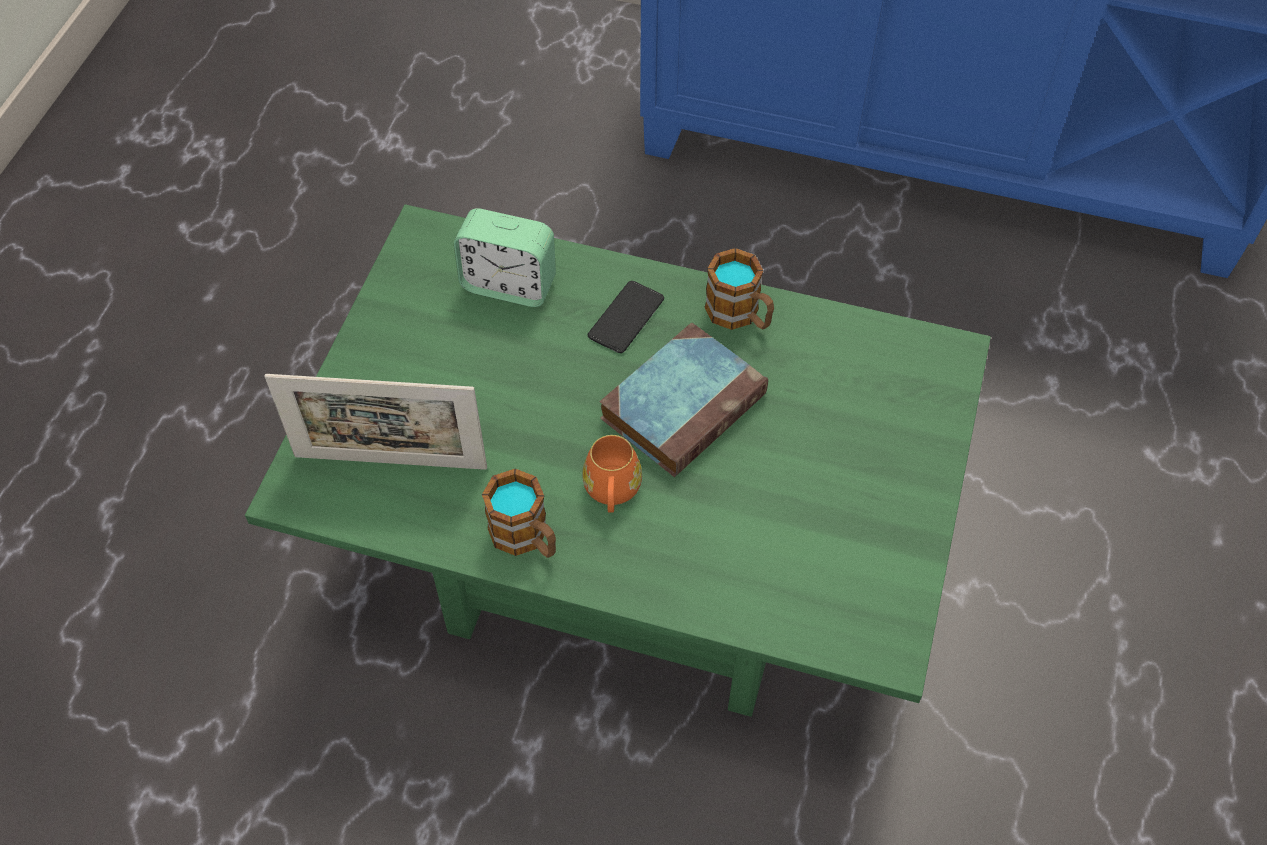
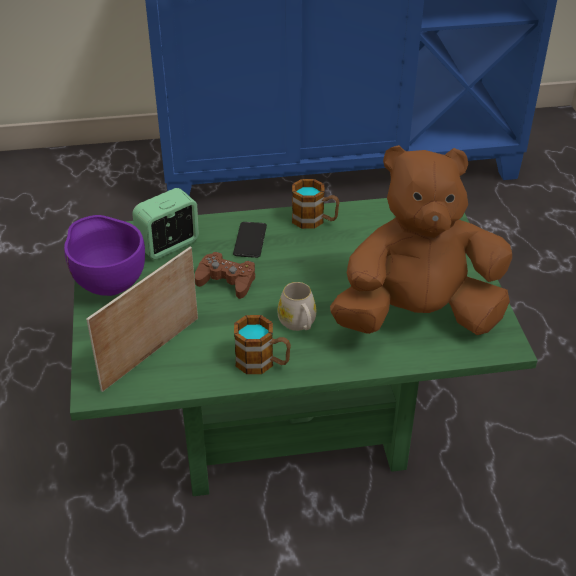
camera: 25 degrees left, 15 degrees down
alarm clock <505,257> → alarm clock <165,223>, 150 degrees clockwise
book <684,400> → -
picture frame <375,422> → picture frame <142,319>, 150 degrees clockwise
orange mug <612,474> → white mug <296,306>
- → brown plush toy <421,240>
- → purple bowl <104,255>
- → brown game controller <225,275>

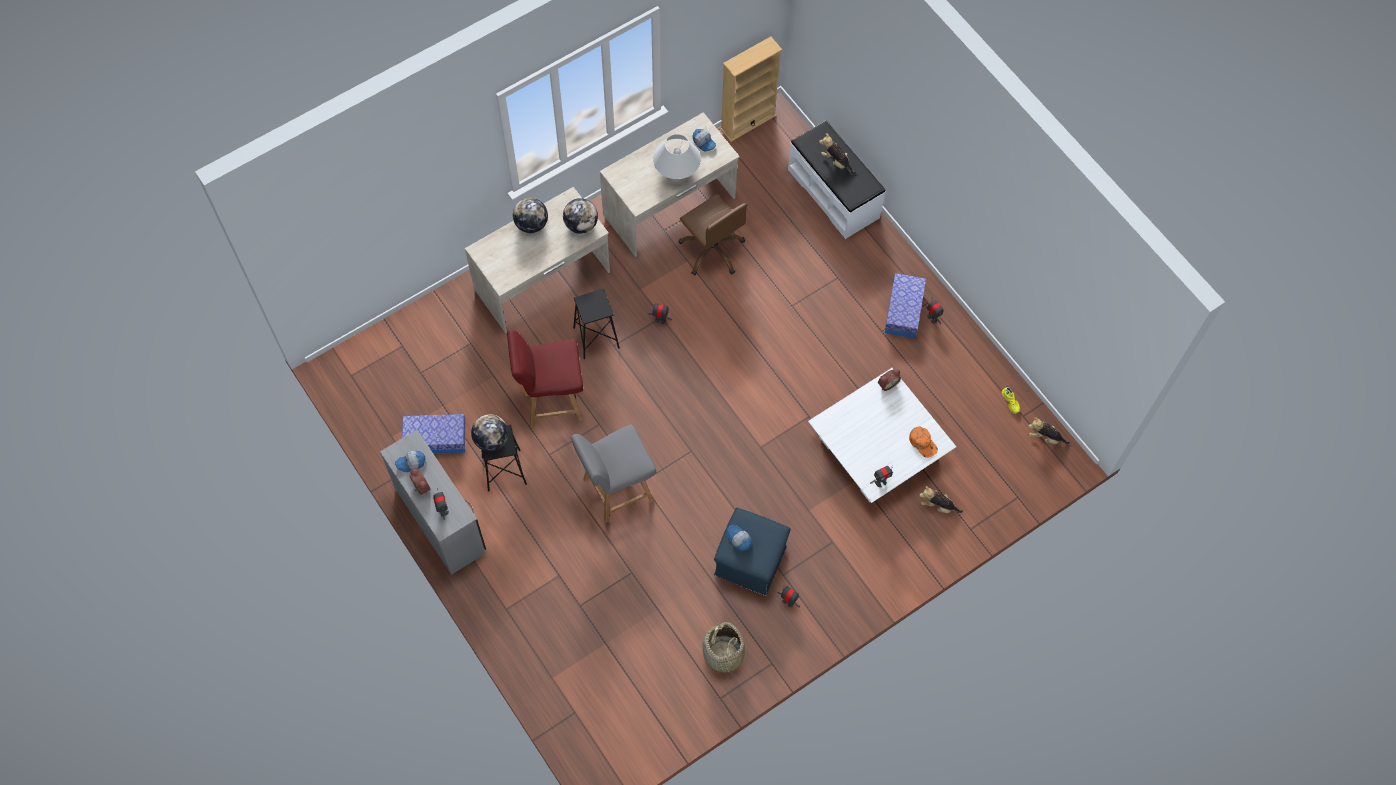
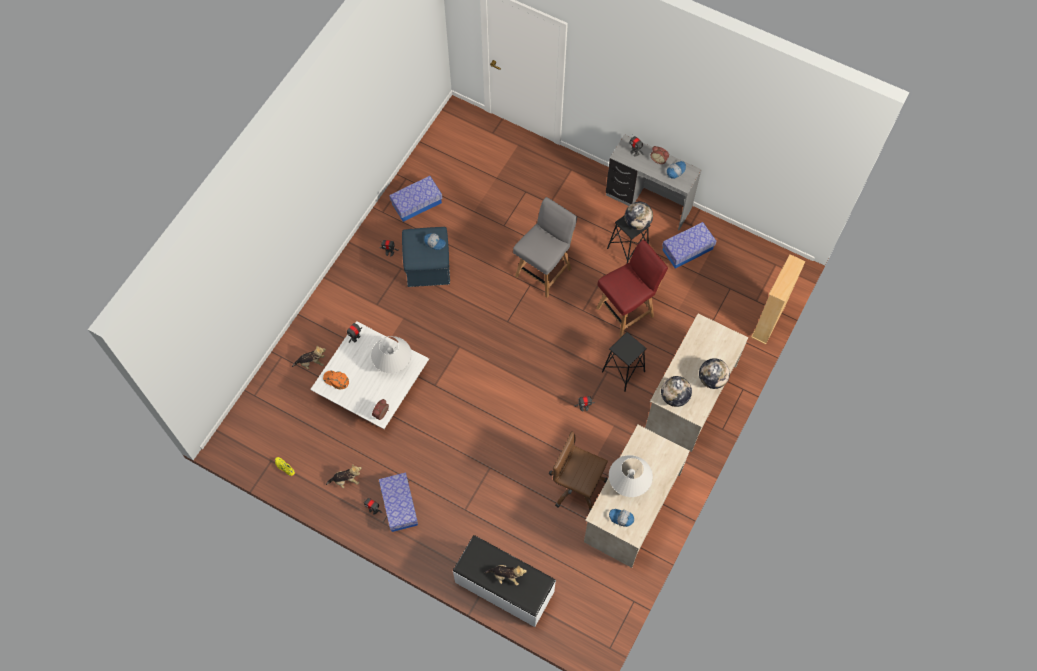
camera: 155 degrees right, 0 degrees up
beige bookcase <751,89> → beige bookcase <778,299>, move
plush toy <1049,430> → plush toy <344,476>, move
basket <723,648> → storage box <415,199>
- → white table lamp <391,354>

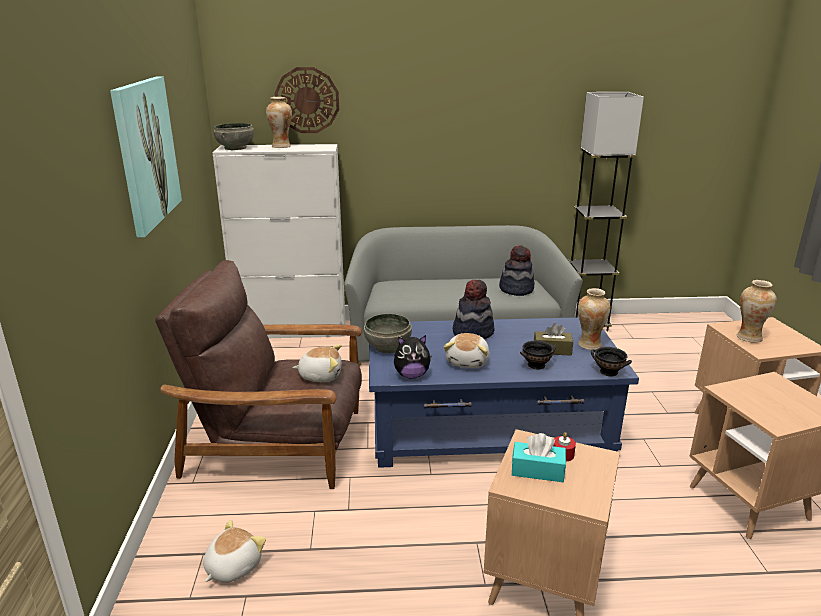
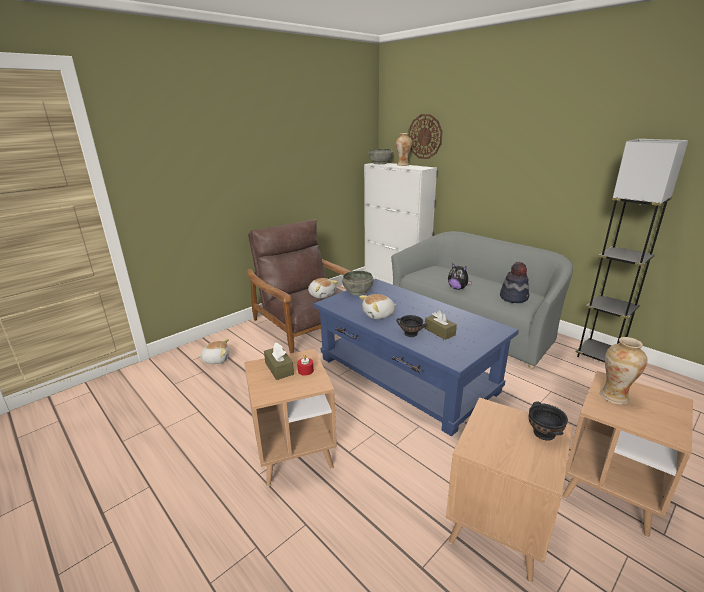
camera: 50 degrees right, 0 degrees up
picture <146,156> → -
hat <474,309> → -
vase <594,319> → -
plush toy <413,357> → plush toy <460,276>, move
black bowl <611,361> → black bowl <548,421>, move
turquoise tissue box <539,457> → brown tissue box <279,361>

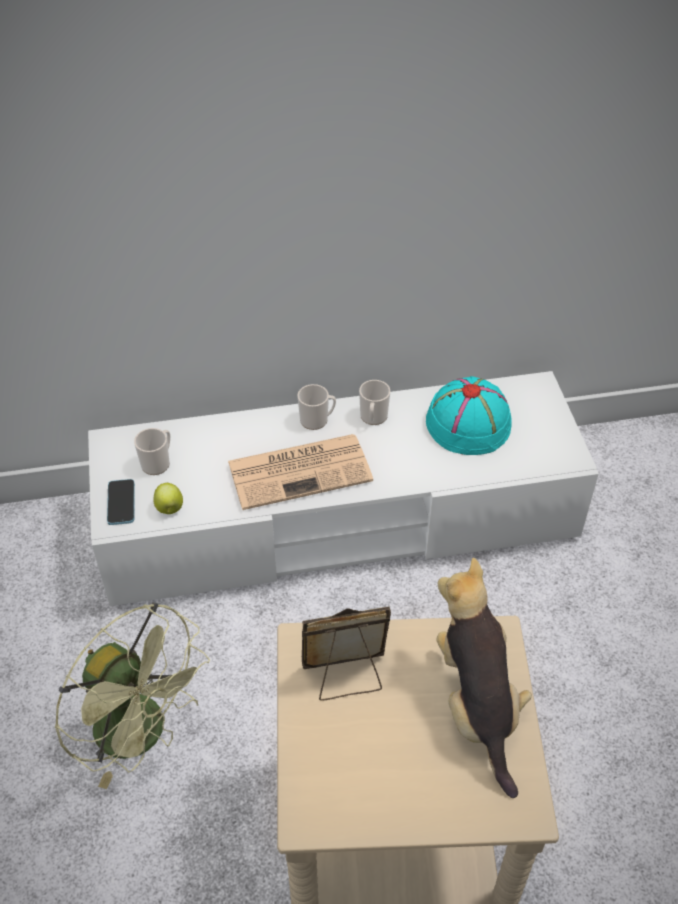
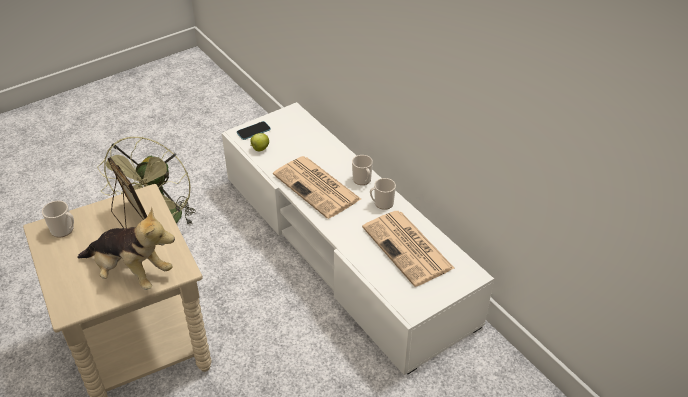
camera: 65 degrees right, 5 degrees down
turquoise hat <469,415> → newspaper <408,249>
mug <152,451> → mug <58,219>, move
plush toy <484,678> → plush toy <126,248>, 60 degrees clockwise

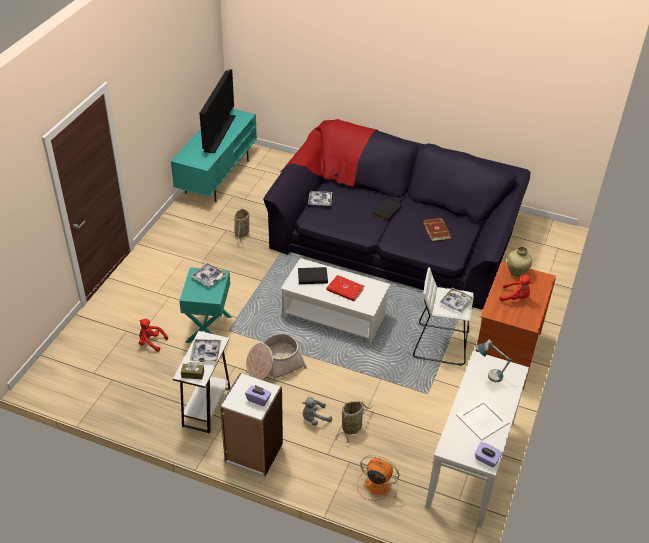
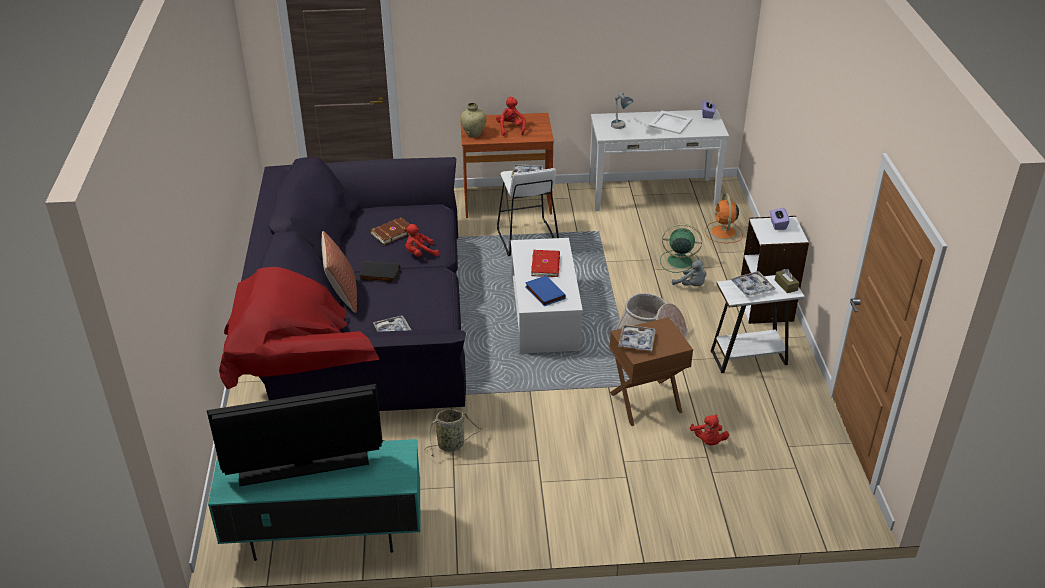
camera: 115 degrees left, 5 degrees down
turquoise side table <205,305> → brown side table <651,371>
black book <313,275> → blue book <545,290>
basket <354,422> → green fan <681,248>
- → red plush toy <421,240>
- → pillow <339,272>

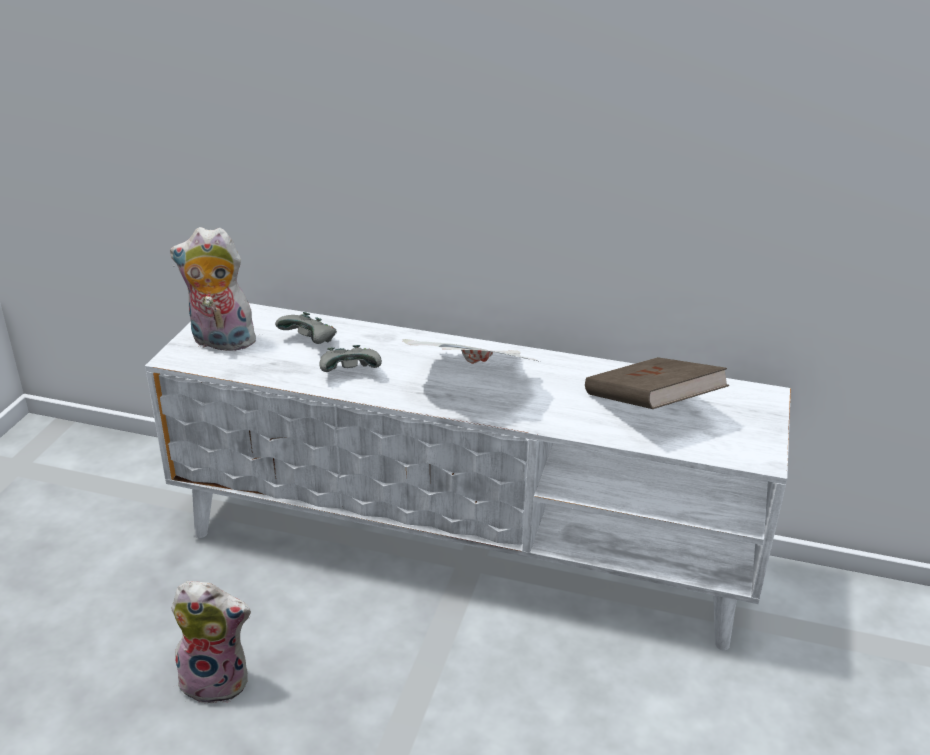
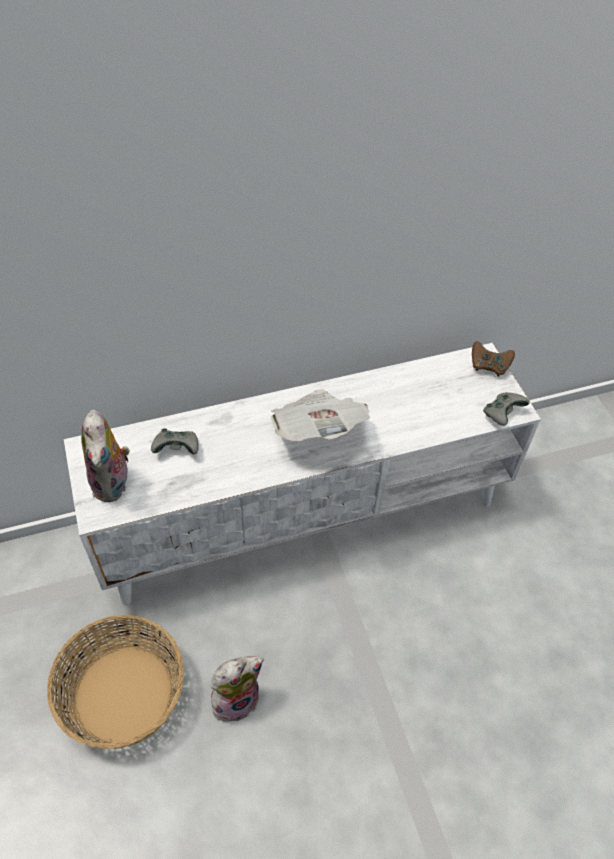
camera: 35 degrees left, 20 degrees up
plush toy <214,289> → plush toy <106,456>, 75 degrees counterclockwise
grey game controller <351,358> → grey game controller <506,409>, move
brown book <657,383> → -
- → brown game controller <493,358>
- → basket <115,682>

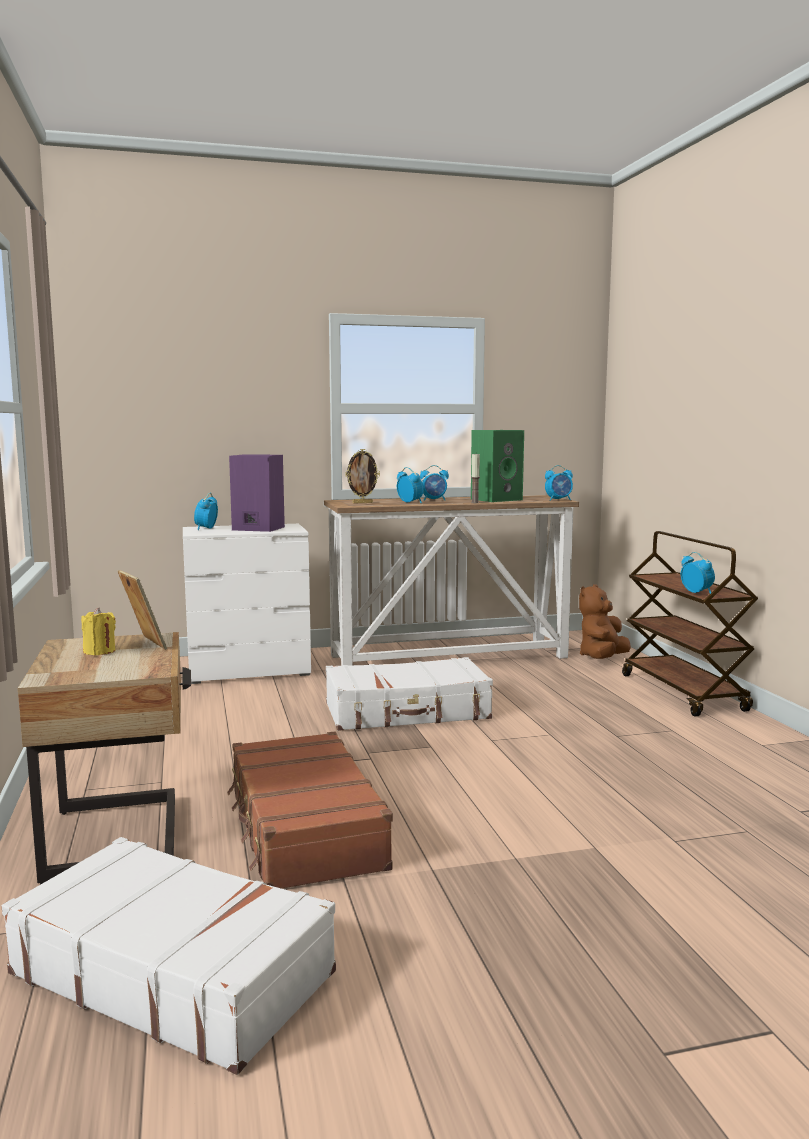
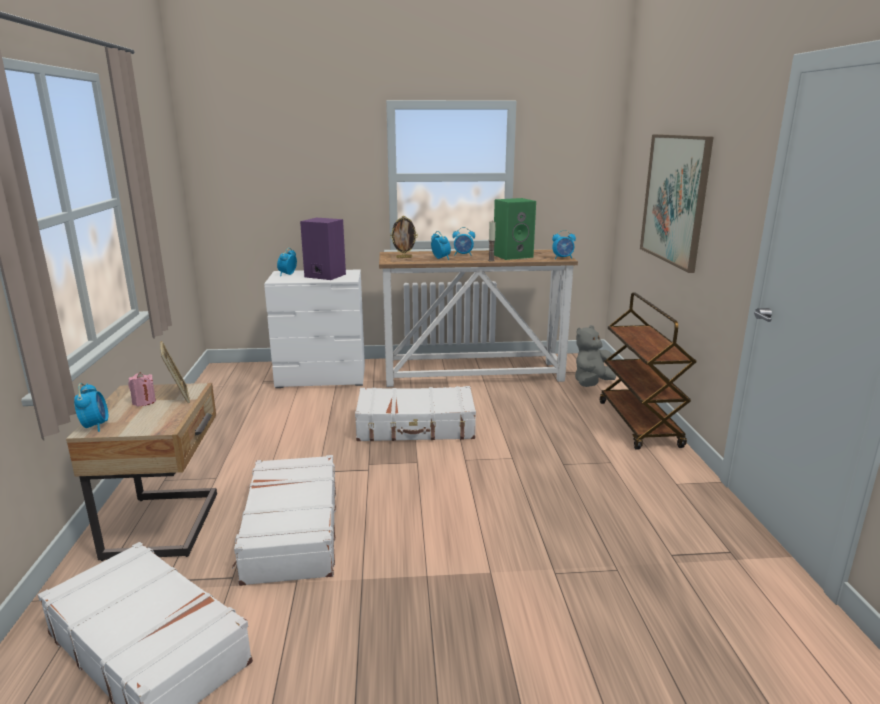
camera: 10 degrees right, 10 degrees up
alarm clock <698,573> → alarm clock <91,407>, move
brown plush toy <605,621> → grey plush toy <595,356>
yellow candle <98,632> → pink candle <142,389>
brown suitcase <310,810> → white suitcase <284,520>
- → picture <677,203>

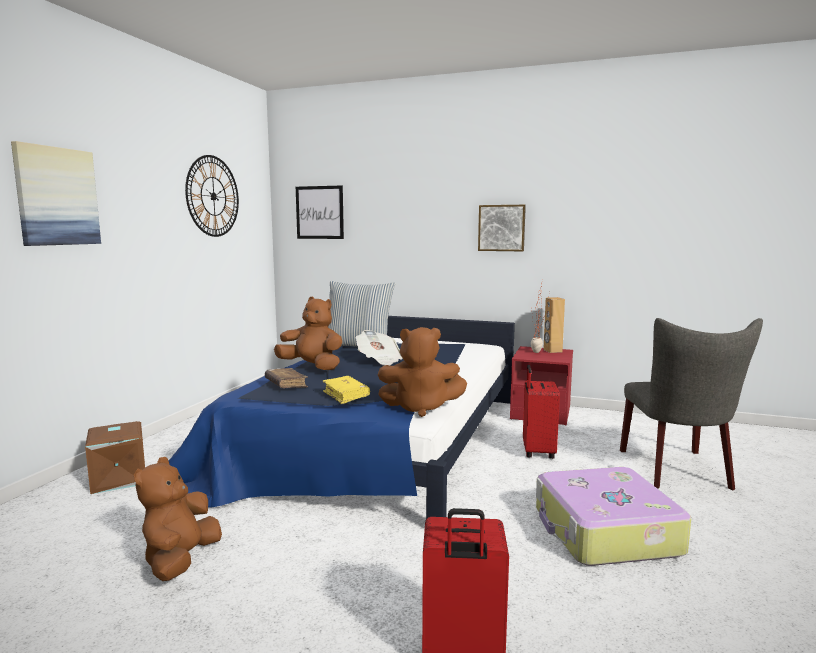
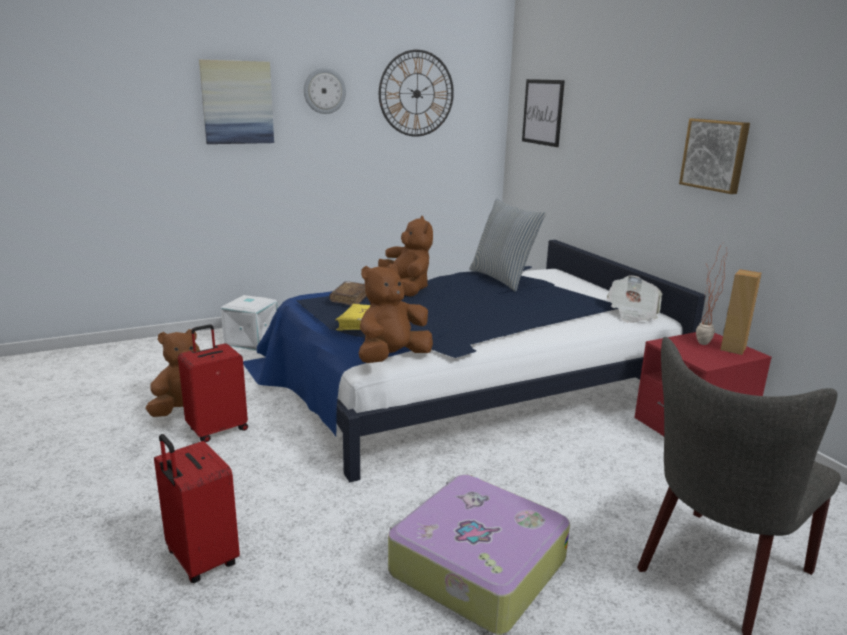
camera: 45 degrees right, 10 degrees up
brown plush toy <422,372> → brown plush toy <396,313>, 90 degrees clockwise
newspaper <379,348> → newspaper <634,299>, move
red suitcase <541,412> → red suitcase <213,383>, move
brown storage box <115,457> → white storage box <249,322>
- → wall clock <325,91>

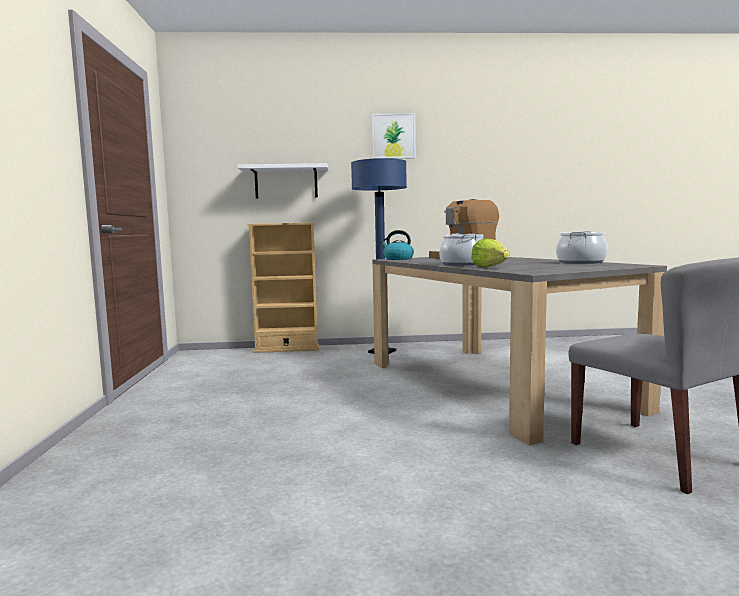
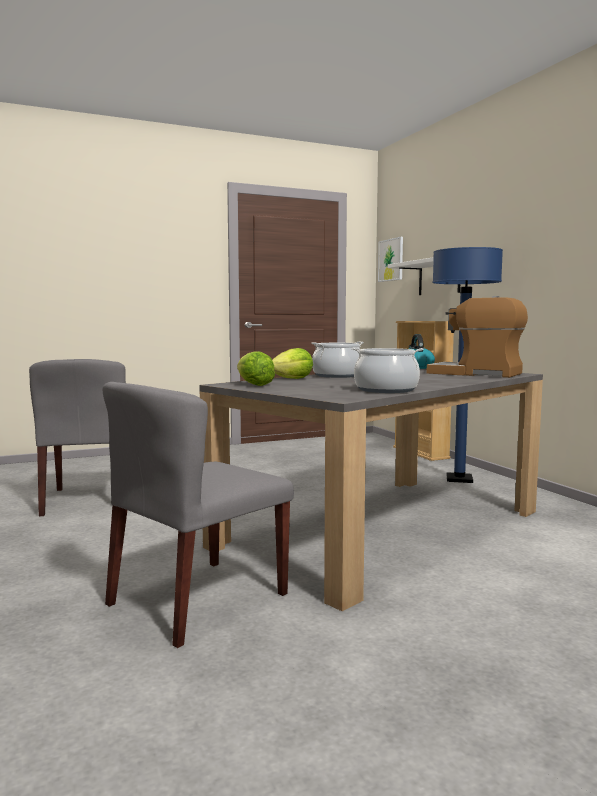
camera: 70 degrees right, 0 degrees up
picture <394,136> → picture <390,259>, move
- → lettuce <256,368>
- → grey chair <77,437>

